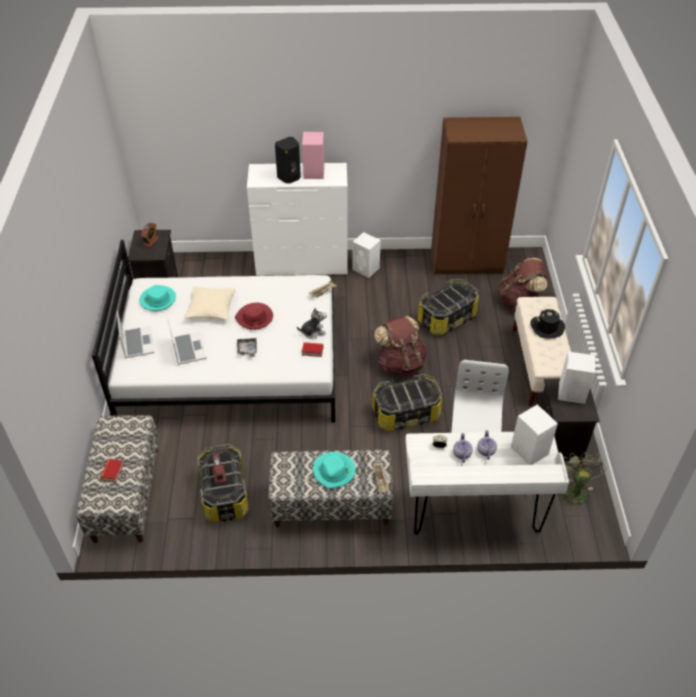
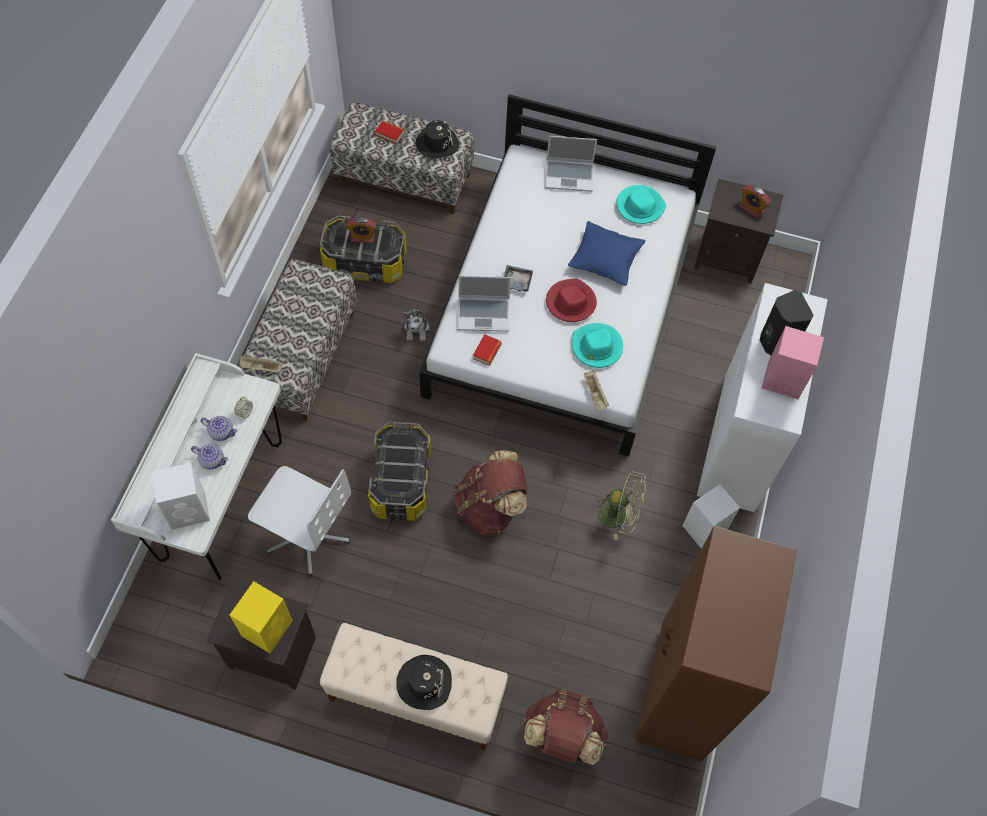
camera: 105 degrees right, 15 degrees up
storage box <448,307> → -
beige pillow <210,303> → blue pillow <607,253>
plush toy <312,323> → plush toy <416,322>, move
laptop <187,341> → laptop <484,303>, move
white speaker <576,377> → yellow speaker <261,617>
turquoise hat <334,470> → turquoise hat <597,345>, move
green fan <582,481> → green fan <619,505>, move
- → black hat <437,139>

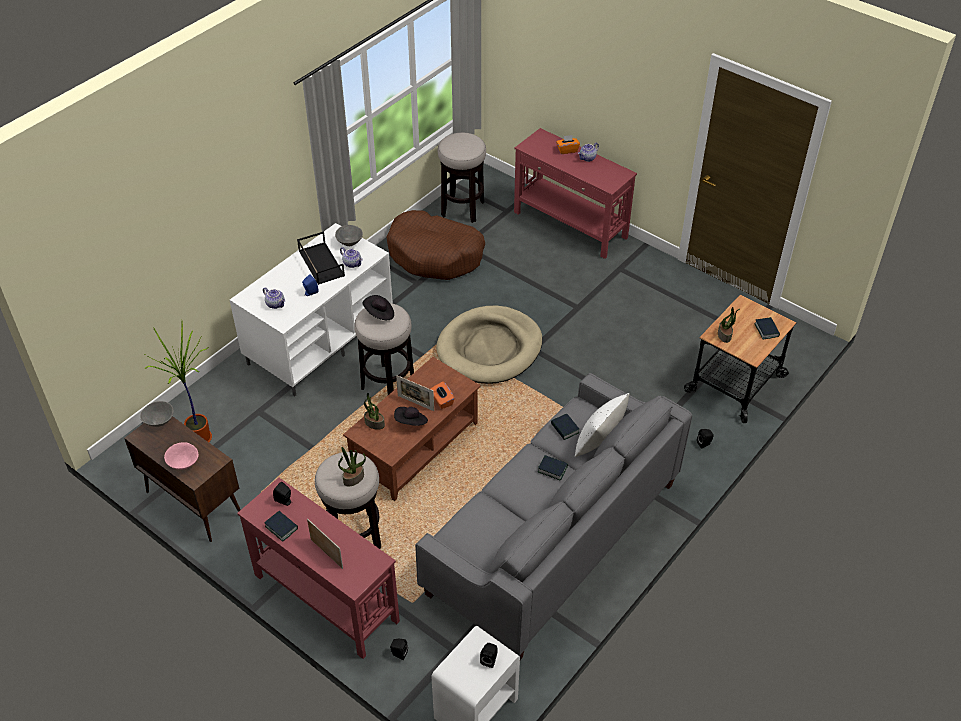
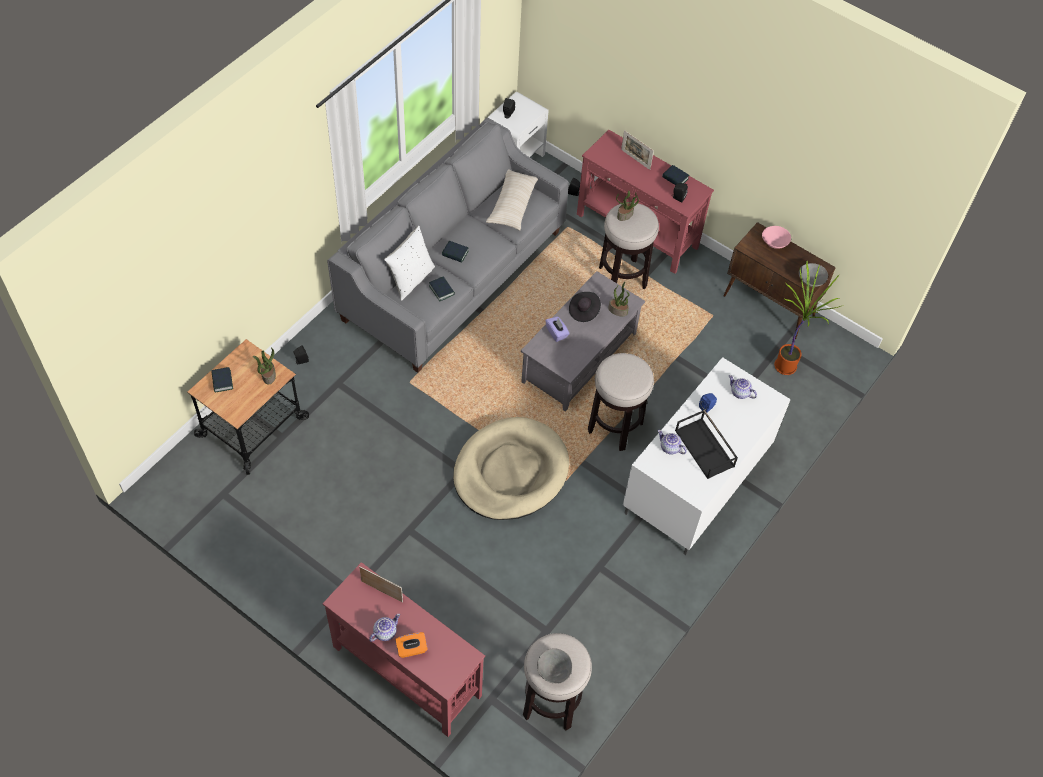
camera: 175 degrees right, 10 degrees up
brown dog bed <435,245> → -
grey bowl <349,235> → grey bowl <554,666>, move
black hat <378,307> → -
brown coffee table <412,429> → grey coffee table <583,341>
picture frame <415,393> → picture frame <381,584>, move
orange tissue box <442,395> → purple tissue box <557,329>
- → beige pillow <512,199>

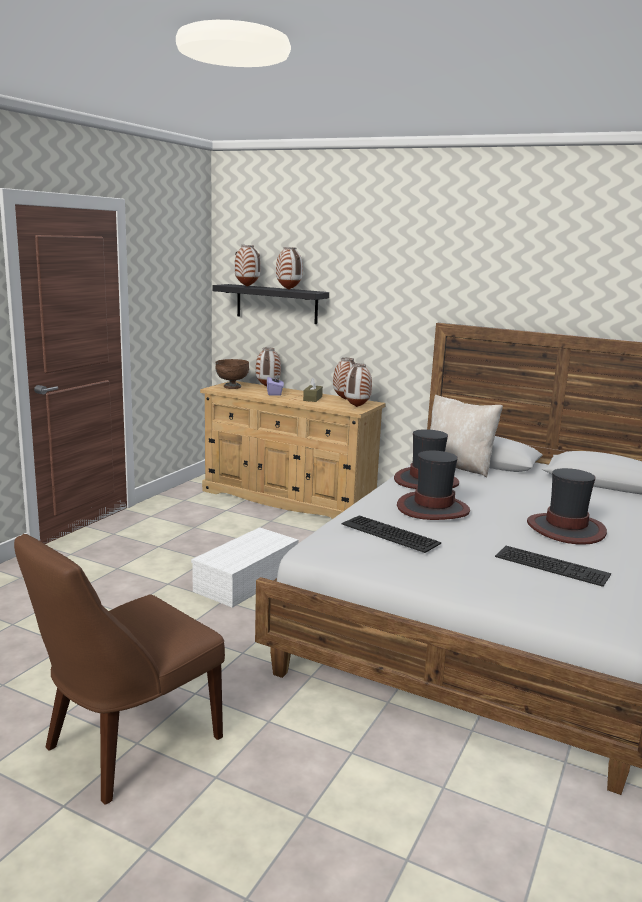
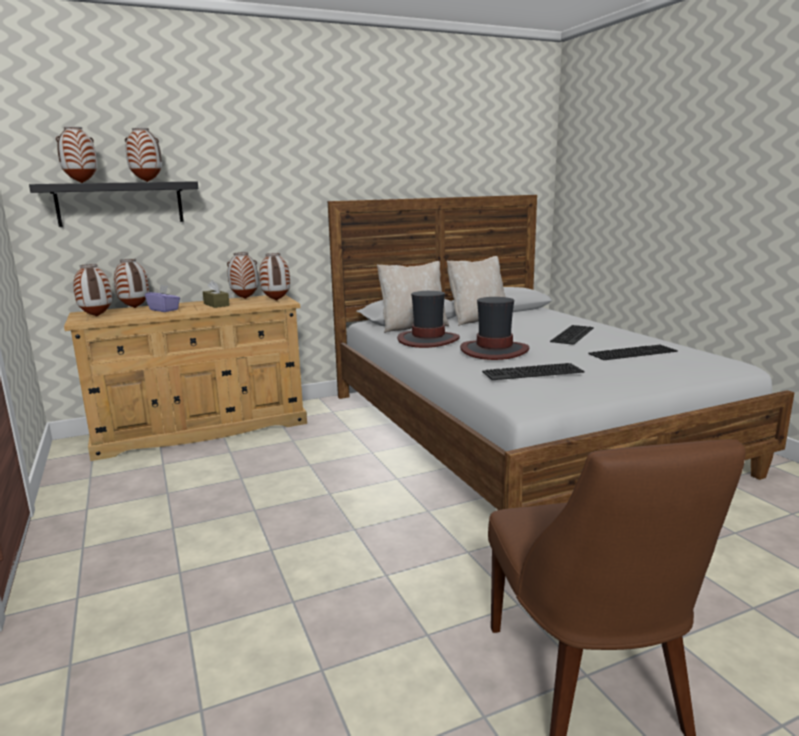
camera: 50 degrees left, 0 degrees up
brown bowl <232,374> → vase <92,290>
hat <567,506> → keyboard <572,335>
white storage box <245,567> → -
- → beige pillow <476,291>

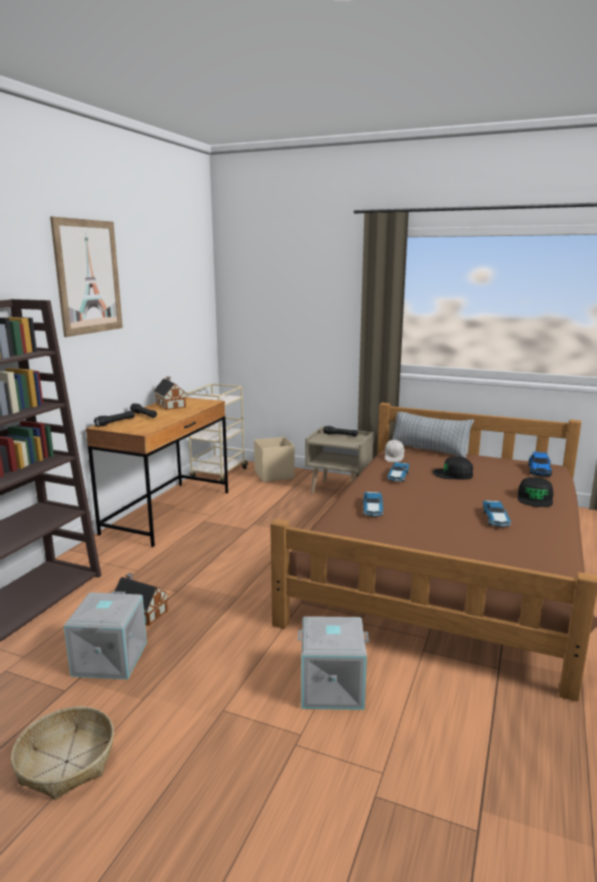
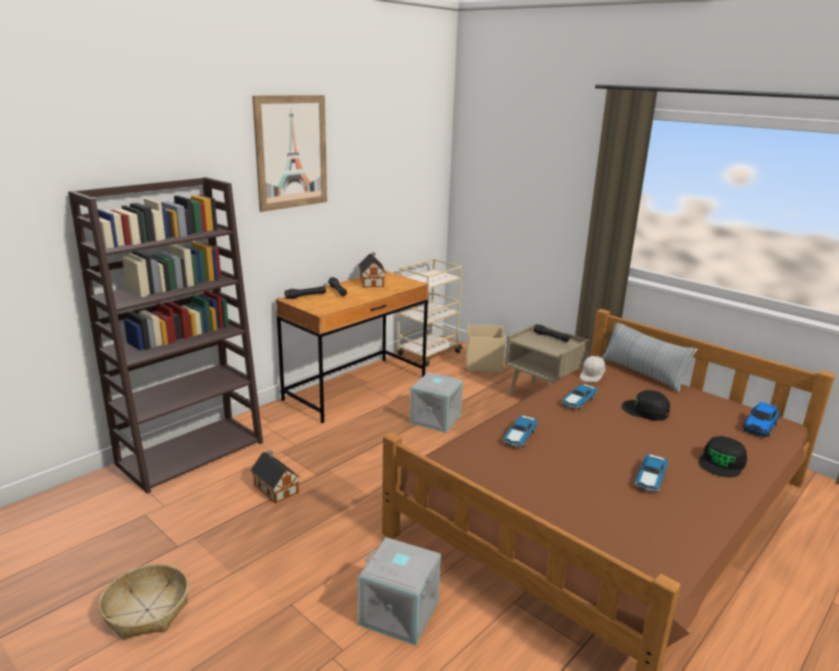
camera: 20 degrees right, 5 degrees up
grey storage box <105,635> → grey storage box <436,402>, move

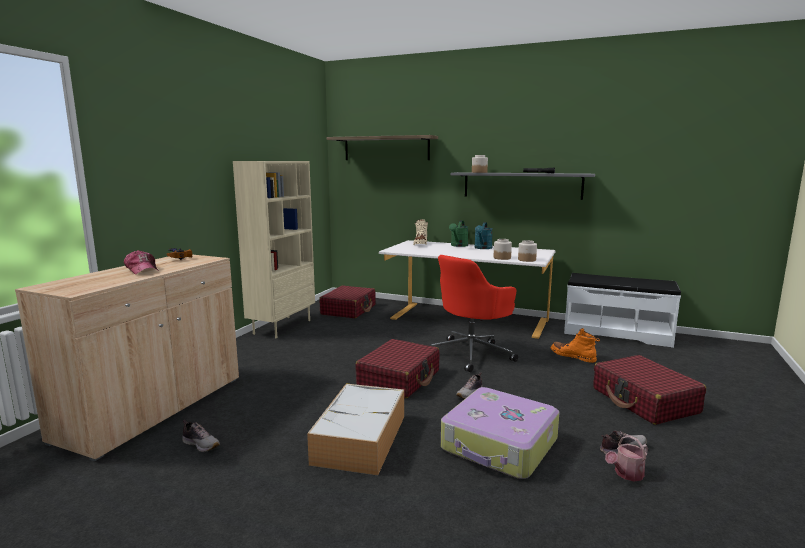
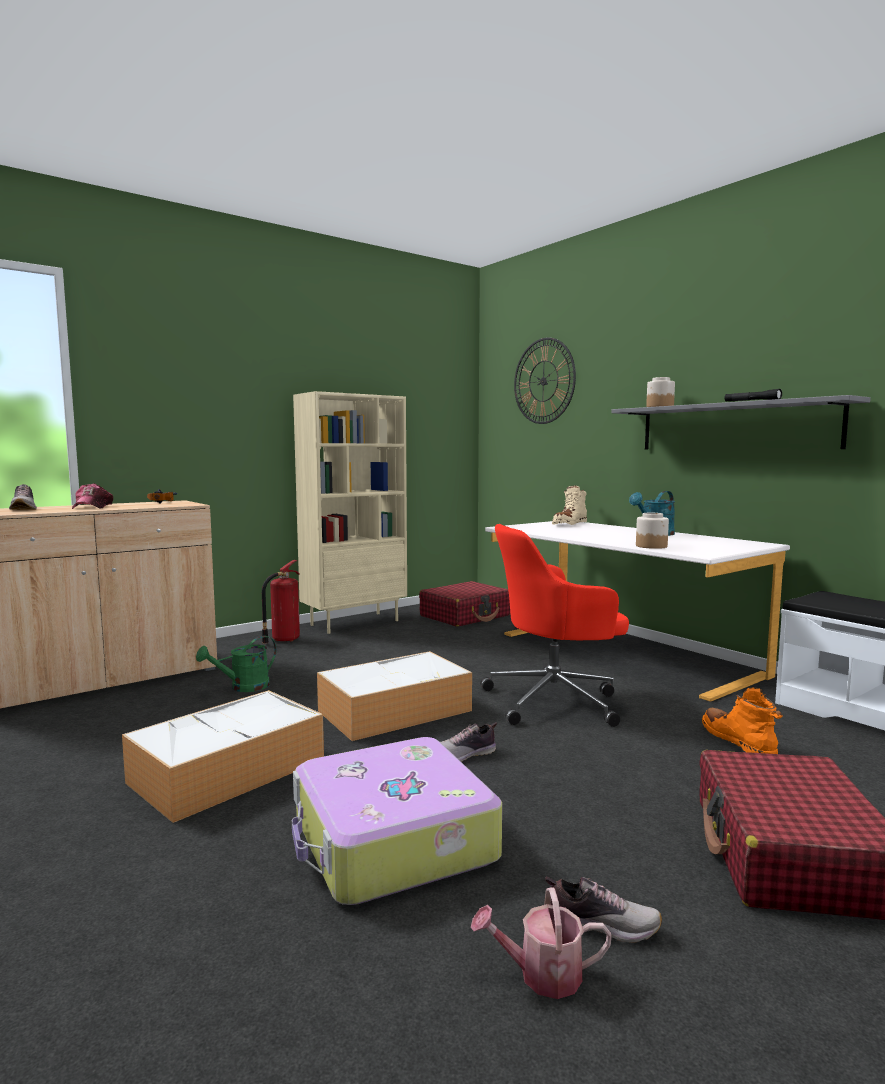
camera: 30 degrees right, 5 degrees down
shelf <382,147> → wall clock <545,380>
green watering can <458,233> → green watering can <236,664>, move
jar <527,251> → -
red suitcase <397,369> → storage box <394,696>
shoe <201,436> → shoe <23,497>, move
- → fire extinguisher <281,602>

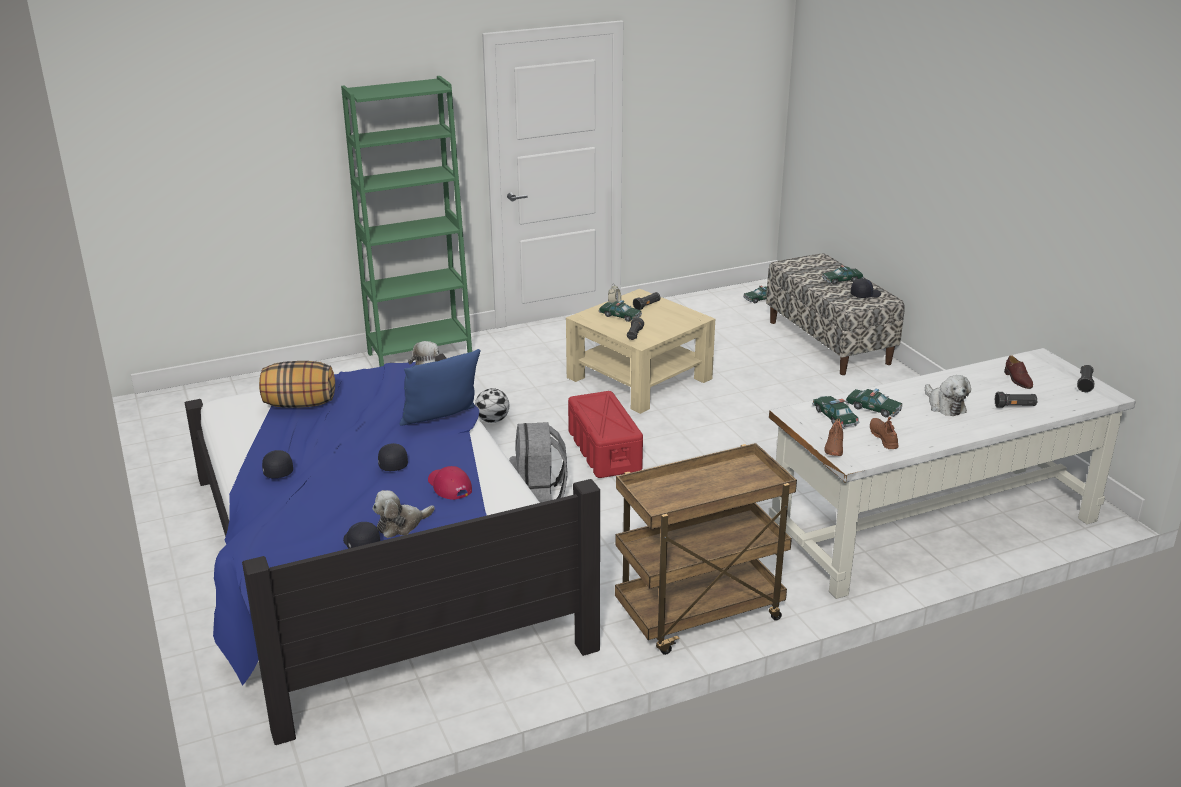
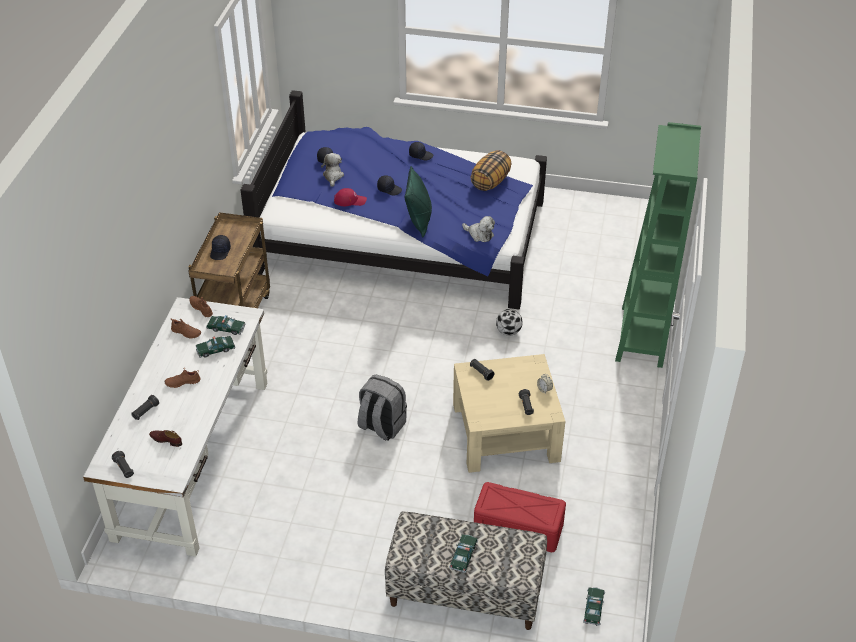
camera: 125 degrees right, 15 degrees up
black cap <865,288> → black cap <220,247>, move
toy car <620,311> → -
blue pillow <440,387> → green pillow <418,201>
plush toy <948,395> → brown shoe <183,378>
red storage box <605,434> → red storage box <520,517>, move
grey backpack <538,462> → grey backpack <382,408>, move

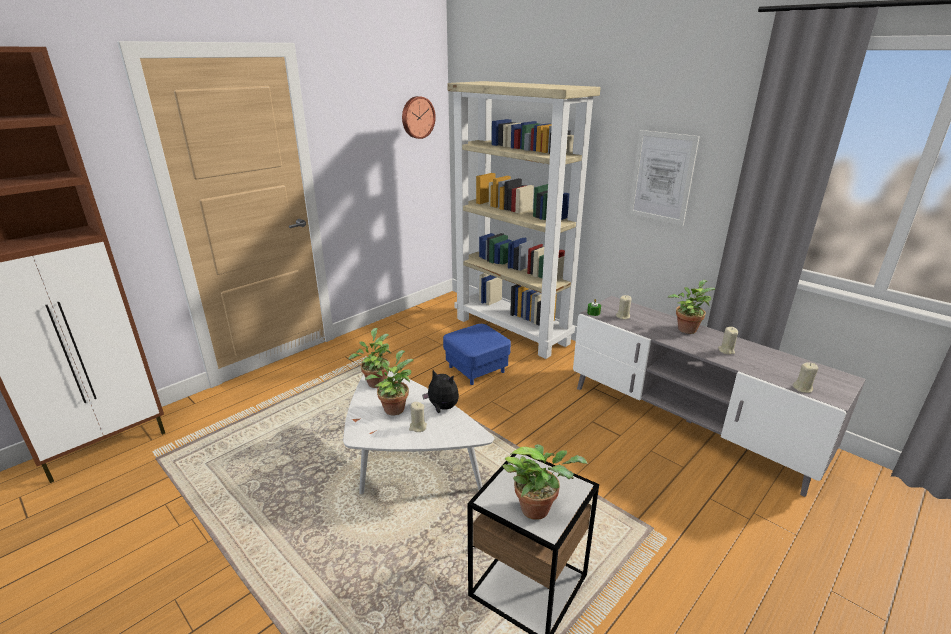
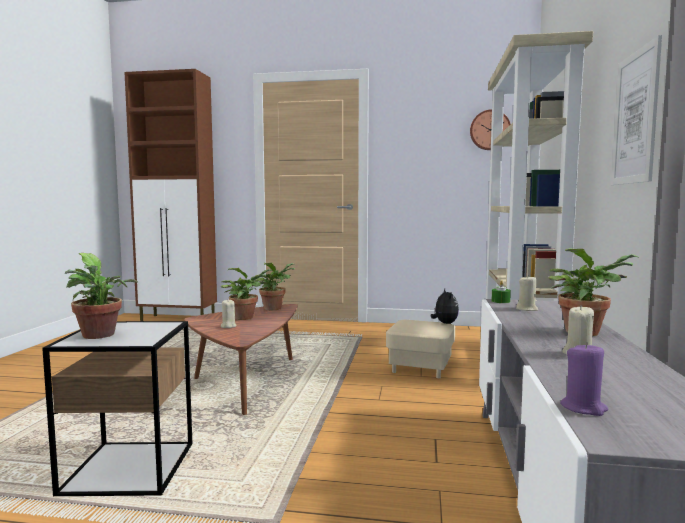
camera: 55 degrees right, 20 degrees down
blue ottoman <477,354> → beige ottoman <420,349>
beige candle <805,377> → purple candle <584,379>
plush toy <440,391> → plush toy <445,306>, move
white coffee table <418,432> → brown coffee table <241,359>

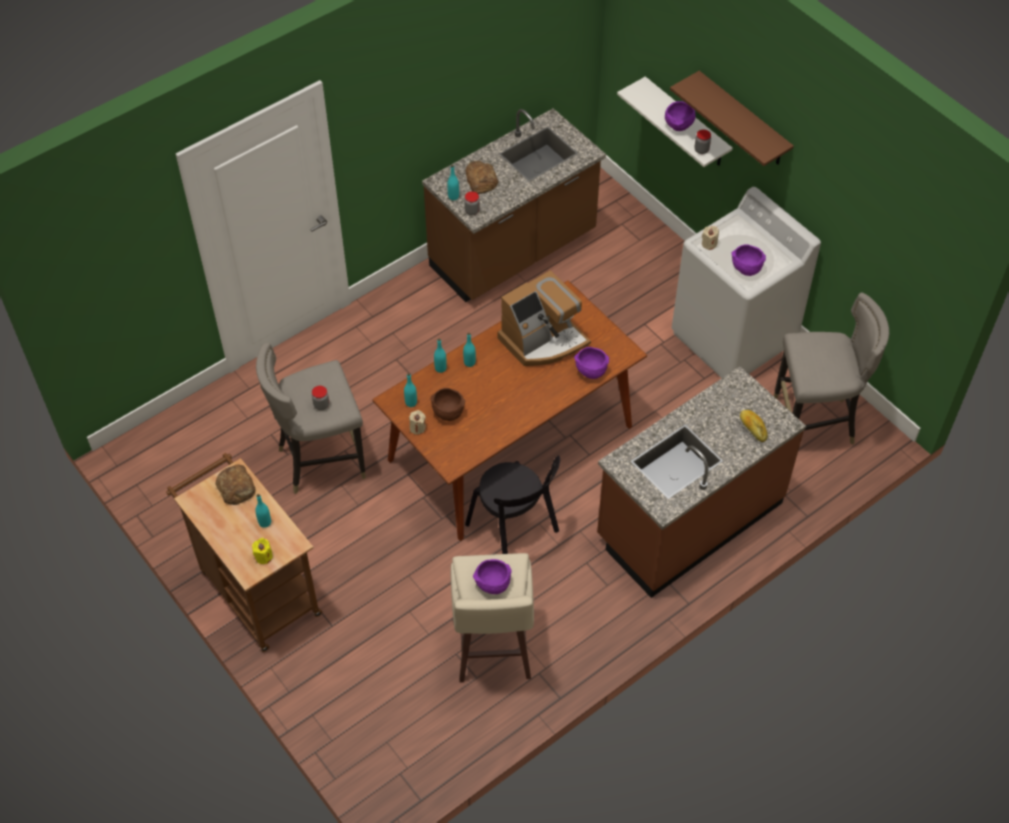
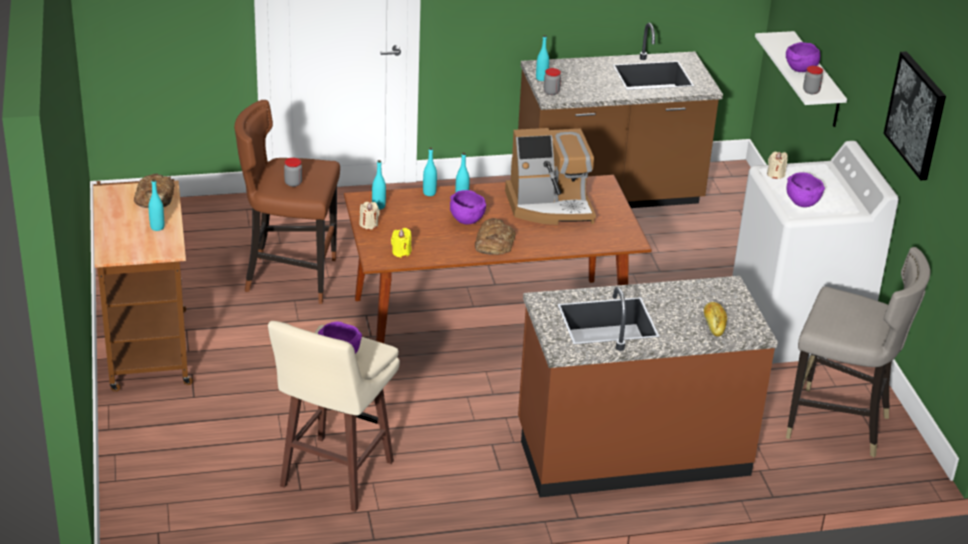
camera: 25 degrees right, 20 degrees down
brown shelf <732,118> → -
bread <481,177> → bread <495,236>, move
grey stool <311,418> → brown stool <287,202>
purple bowl <591,363> → purple bowl <468,207>, move
brown bowl <447,404> → -
black chair <512,504> → -
yellow candle <262,551> → yellow candle <401,243>, move
- → picture <914,115>

